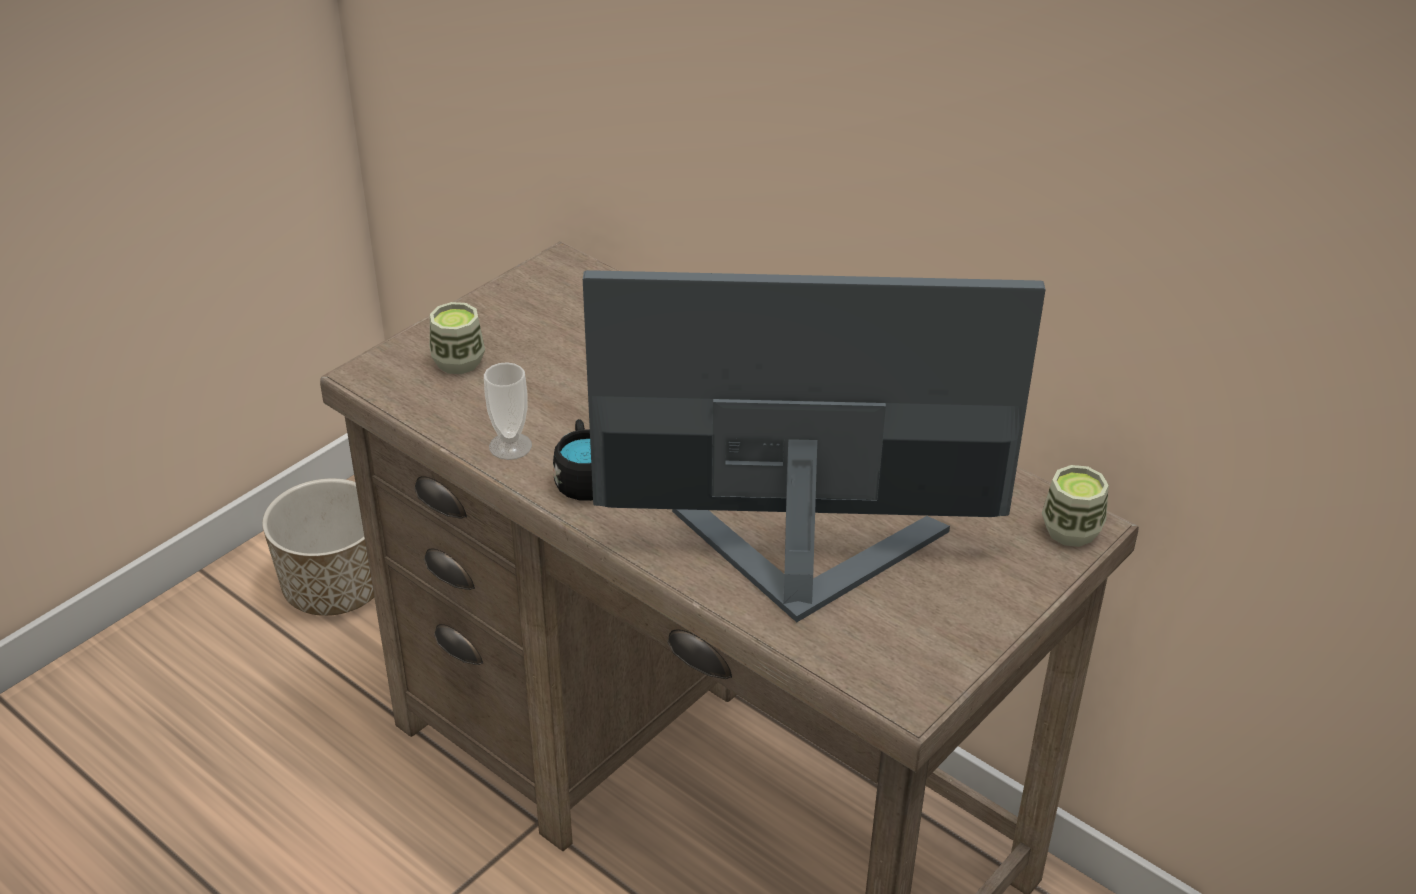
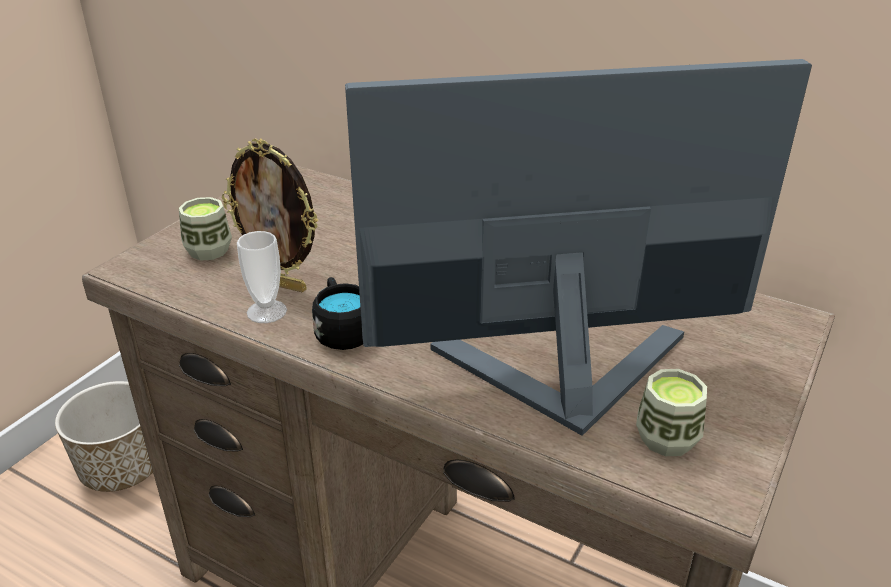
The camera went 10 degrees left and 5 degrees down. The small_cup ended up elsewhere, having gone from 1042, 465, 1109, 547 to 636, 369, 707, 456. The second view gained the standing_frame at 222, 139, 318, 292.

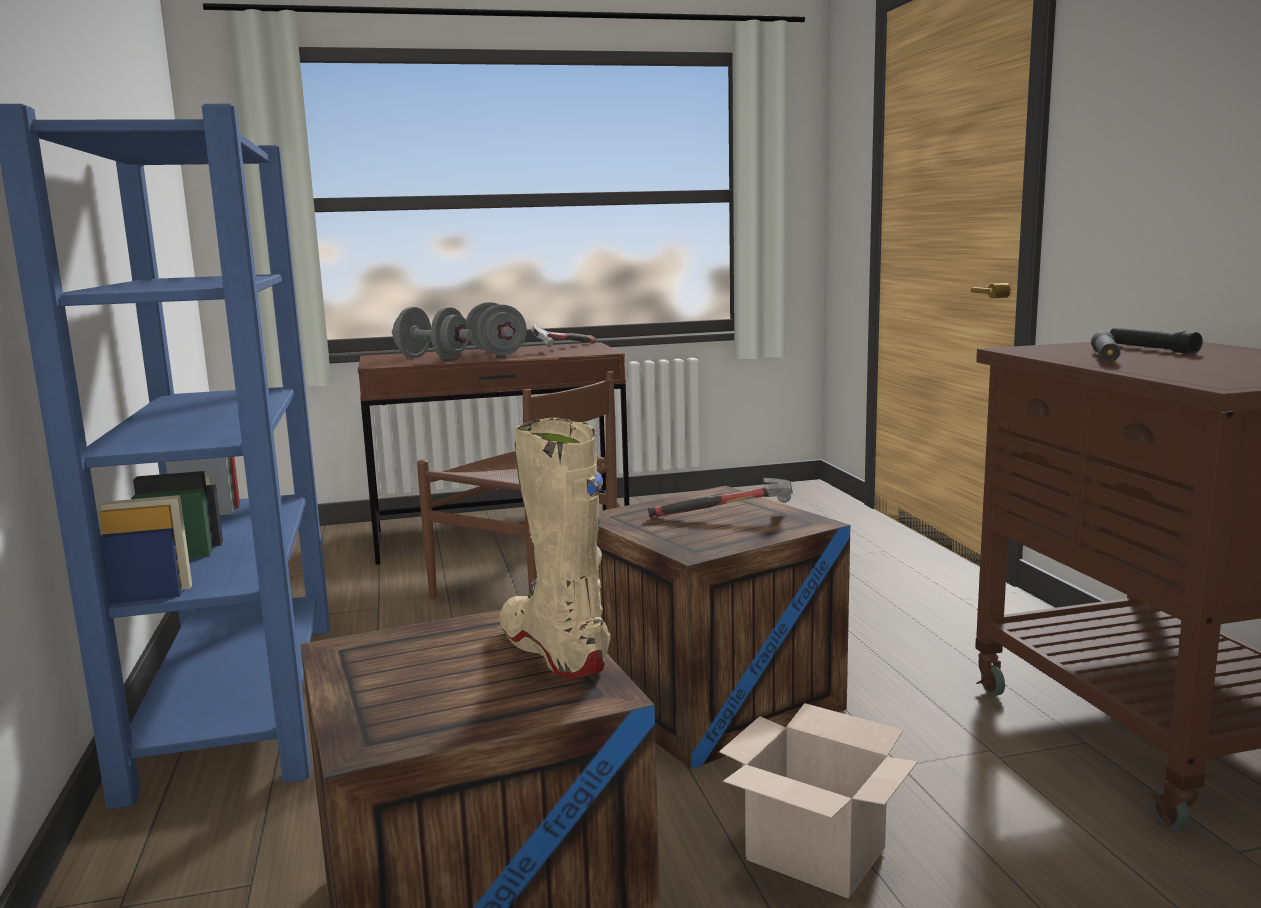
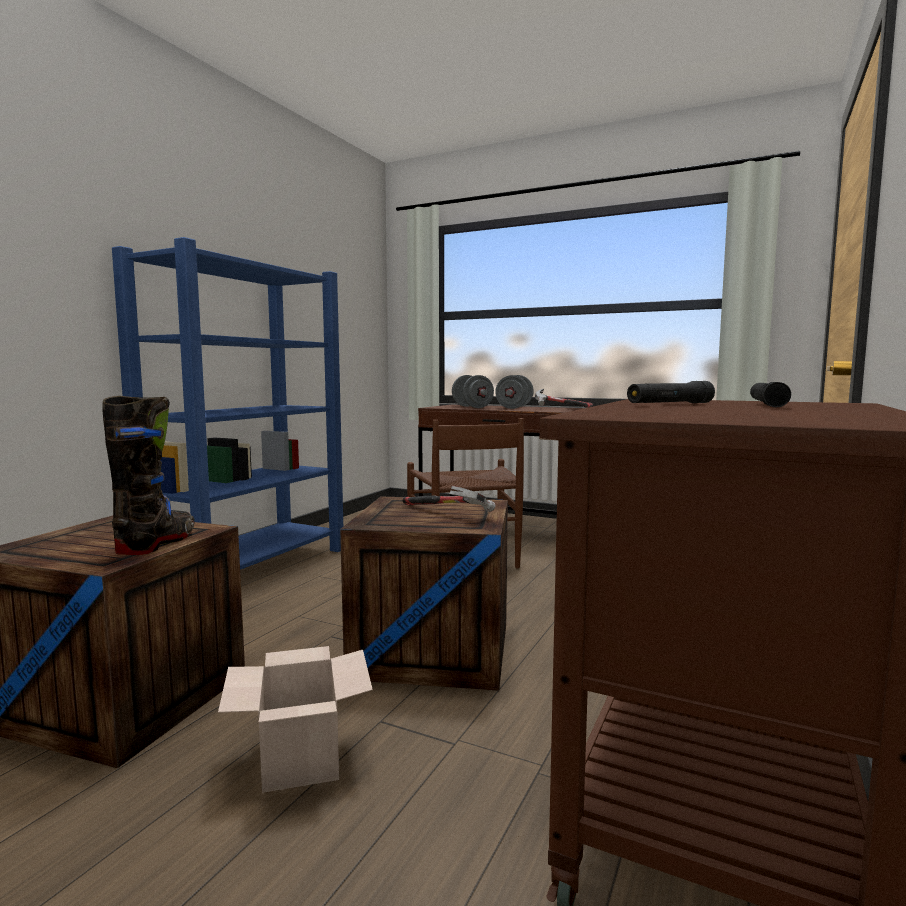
The camera went 40 degrees right and 5 degrees down. What was the beige-coloured_high-top_boot at 500, 418, 610, 678 turned into the black_high-top_boot at 103, 396, 194, 555.

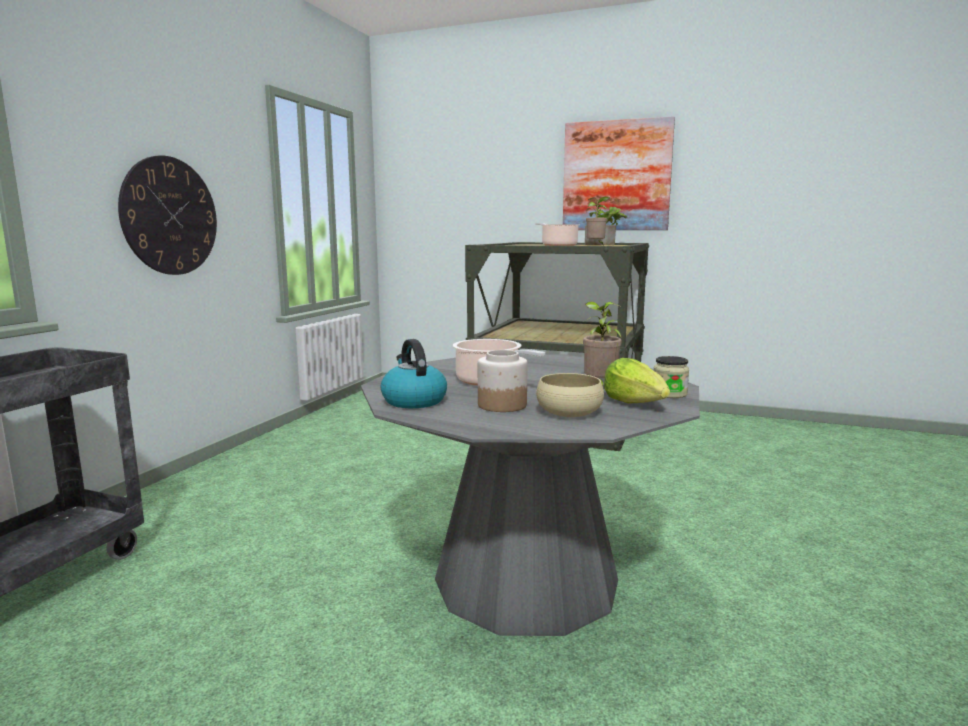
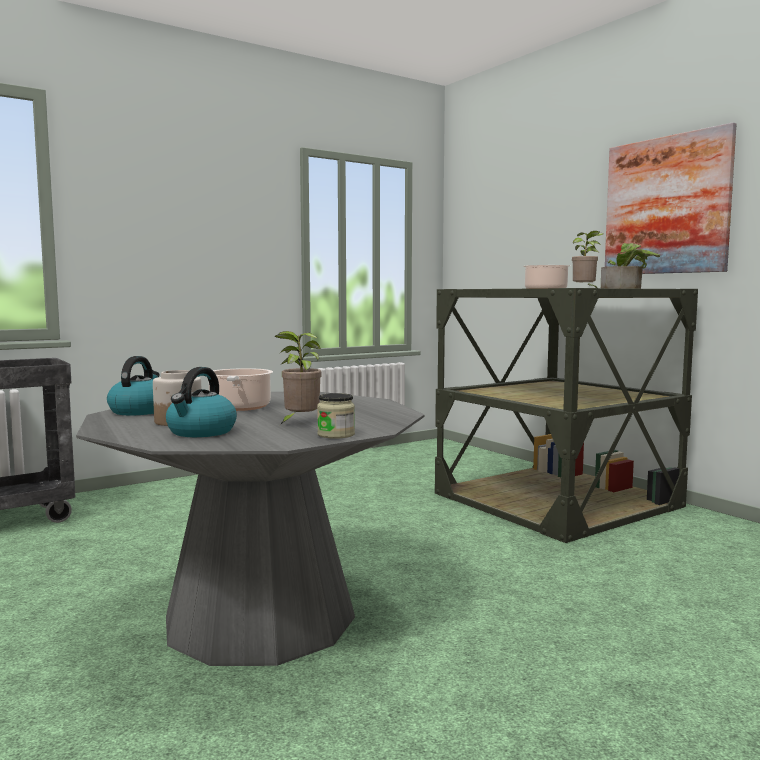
The camera went 35 degrees right and 5 degrees down. The second view lost the hanging_clock at 118, 156, 217, 275. The second view lost the lettuce_head at 604, 358, 670, 403. Where the beige-coloured_deep_dish stood at 536, 373, 604, 417, the water_kettle came to stand at 166, 367, 237, 437.

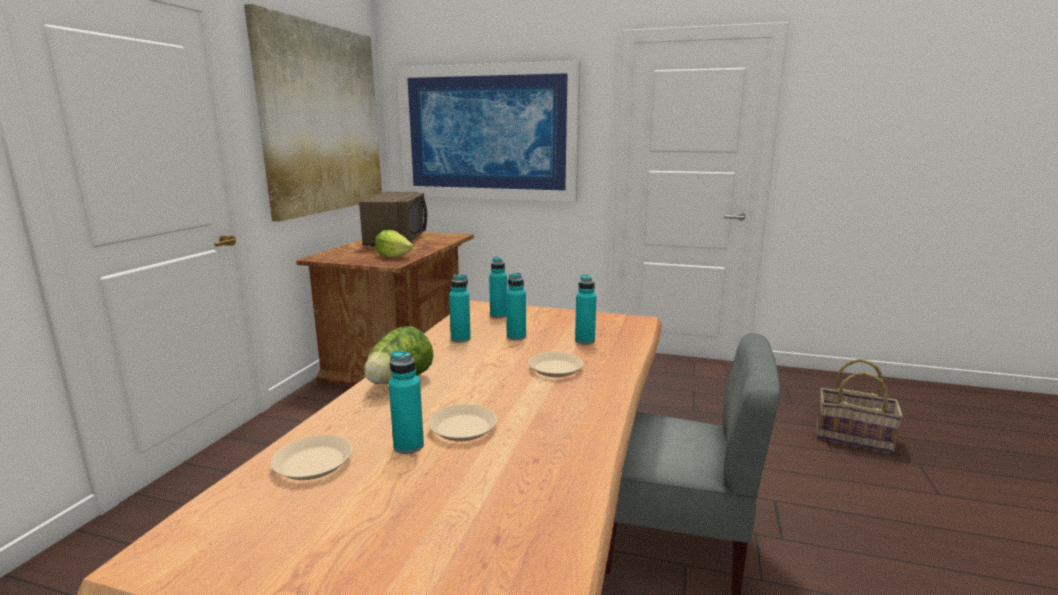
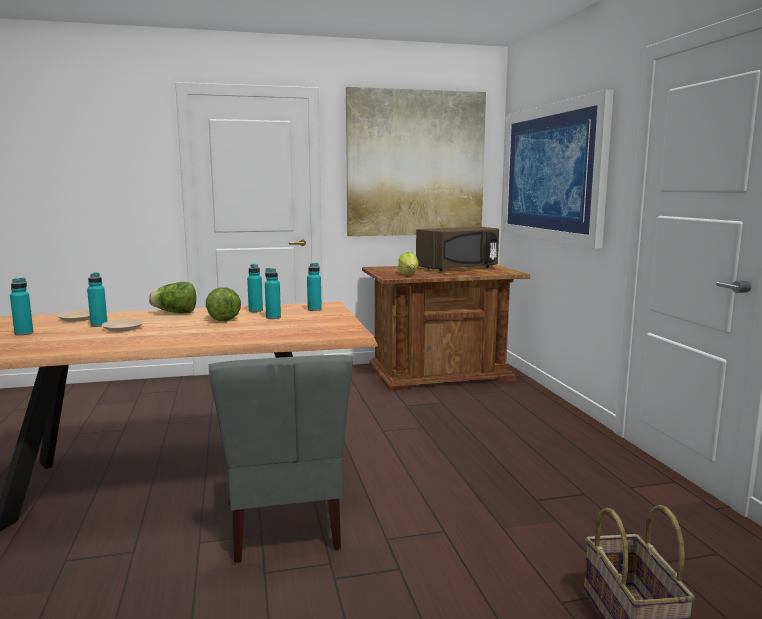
The camera went 60 degrees right and 5 degrees down. The blue-green_bottle ended up elsewhere, having gone from 575, 274, 597, 344 to 10, 278, 33, 335. The second view lost the beige-coloured_dinner_plate at 529, 352, 583, 377. The second view gained the lettuce_head at 206, 287, 241, 322.

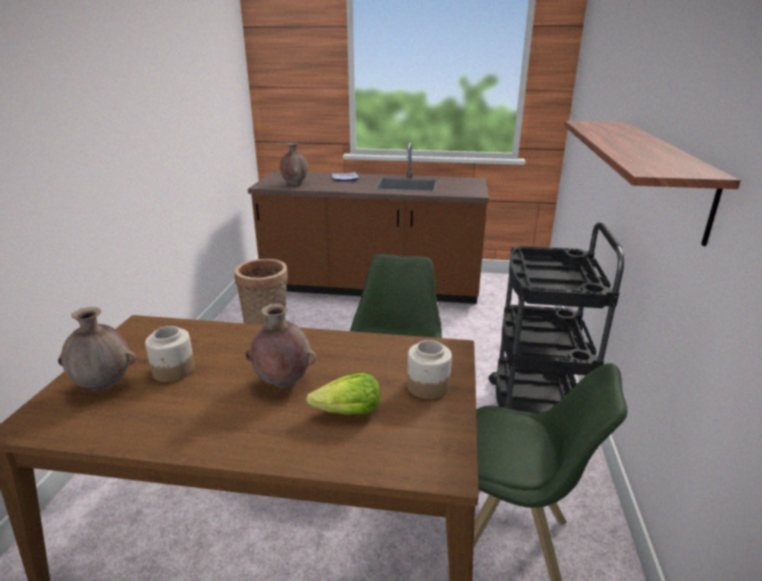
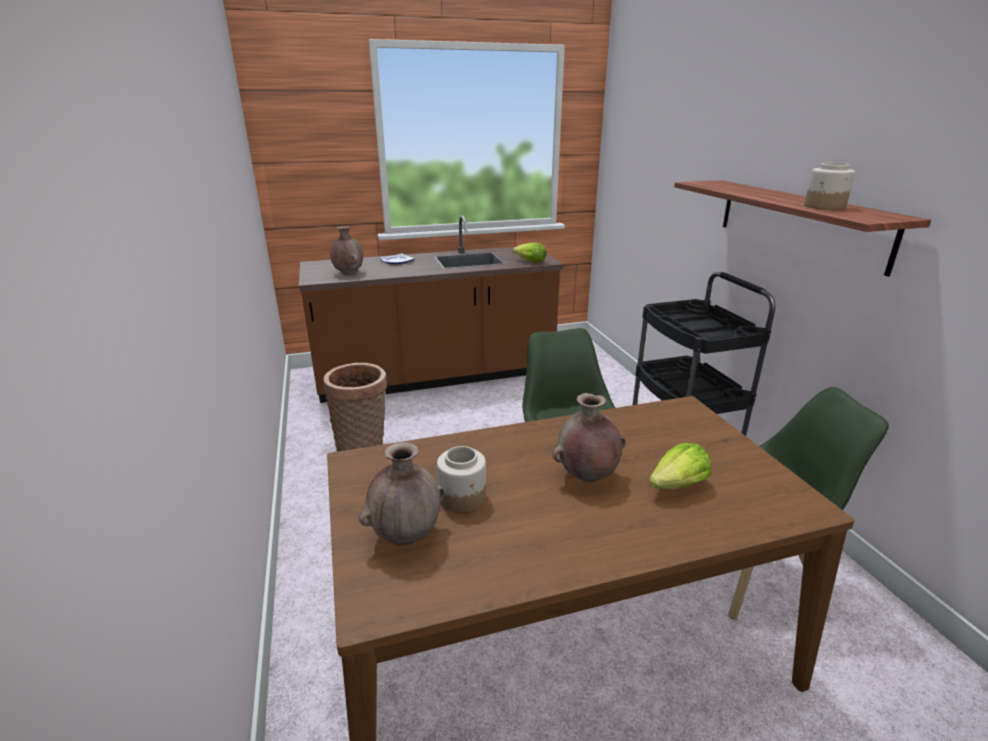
The camera went 25 degrees left and 0 degrees up. The preserve_jar ended up elsewhere, having gone from 407, 340, 452, 399 to 804, 163, 855, 210. The second view gained the lettuce_head at 513, 243, 546, 263.

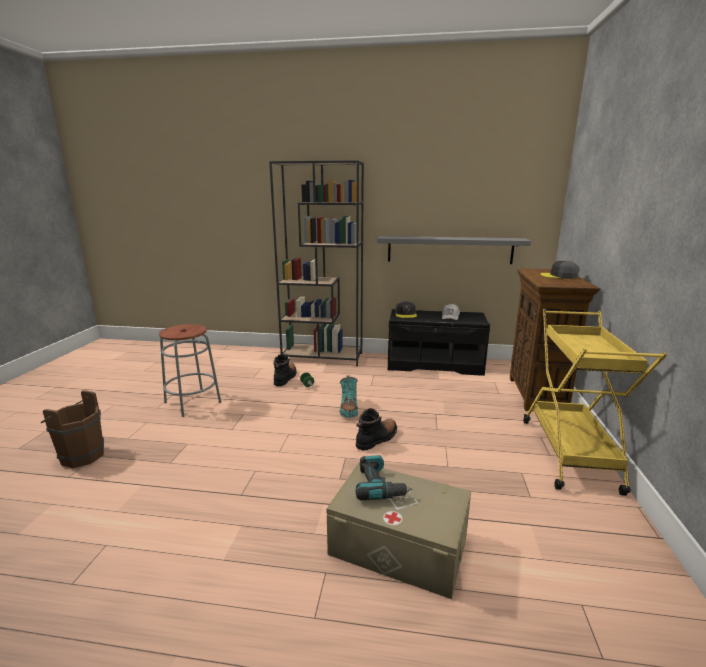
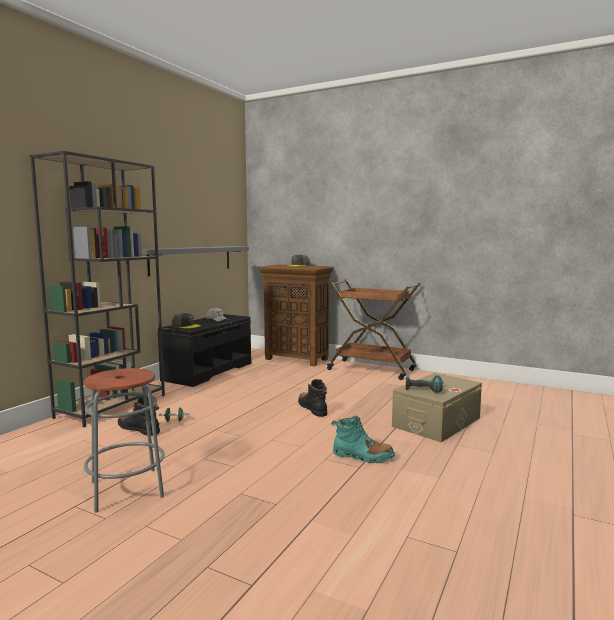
The camera went 70 degrees left and 10 degrees down. What was the yellow-coloured_trolley at 523, 308, 667, 496 turned into the brown_trolley at 326, 279, 421, 380. The blue-green_high-top_boot ended up elsewhere, having gone from 340, 375, 358, 418 to 331, 415, 395, 463. The second view lost the brown_bucket at 40, 390, 104, 468.

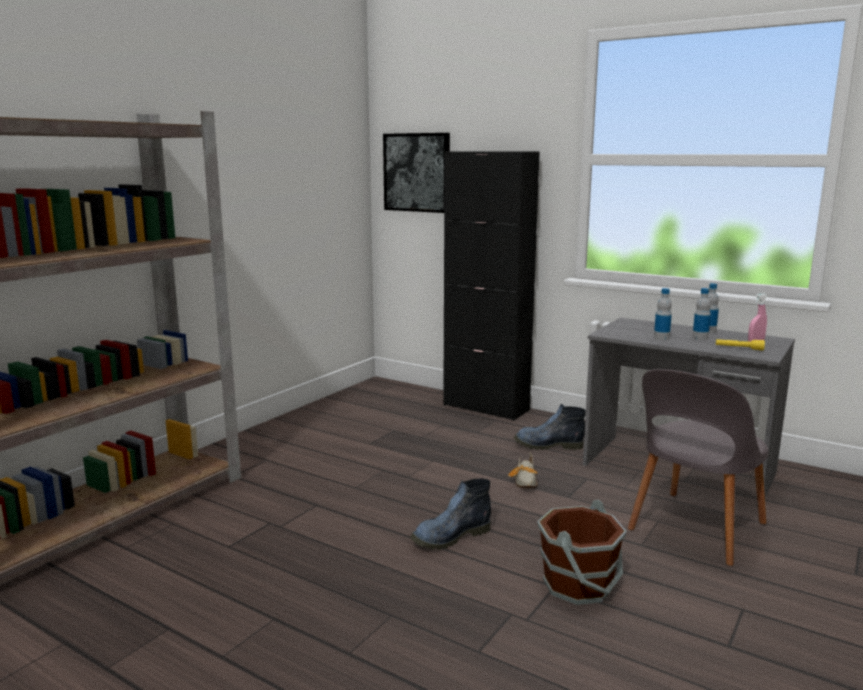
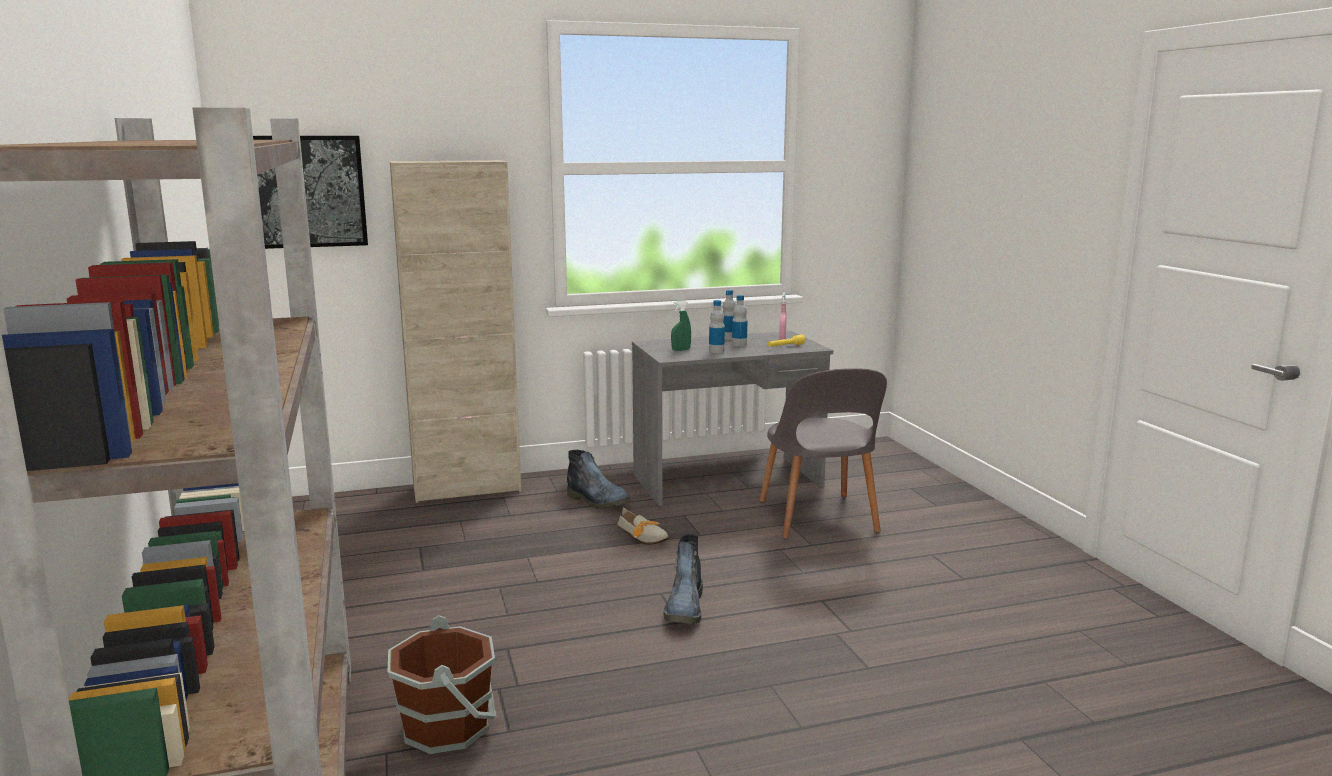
The camera went 50 degrees left and 0 degrees up. What was the black_storage_cabinet at 443, 151, 540, 421 turned into the beige-coloured_storage_cabinet at 390, 160, 521, 503. The high-top_boot at 514, 404, 586, 450 ended up facing another way, 90 degrees counterclockwise from before. The brown_bucket ended up elsewhere, having gone from 537, 499, 627, 605 to 387, 615, 497, 754. The second view gained the greenish_hand_sprayer at 671, 301, 691, 351.

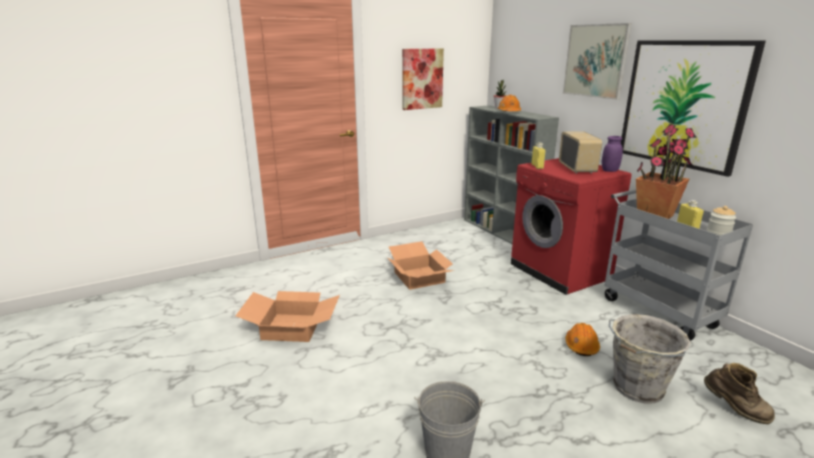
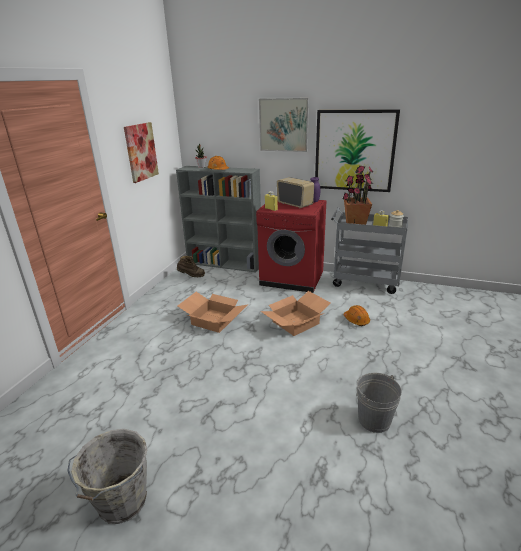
The camera went 40 degrees left and 5 degrees up. The cardboard_box ended up elsewhere, having gone from 236, 291, 340, 342 to 260, 291, 331, 336. The greyish_bucket ended up elsewhere, having gone from 609, 314, 691, 404 to 68, 429, 147, 524. The brown_high-top_boot ended up elsewhere, having gone from 704, 363, 775, 424 to 177, 256, 205, 277.

